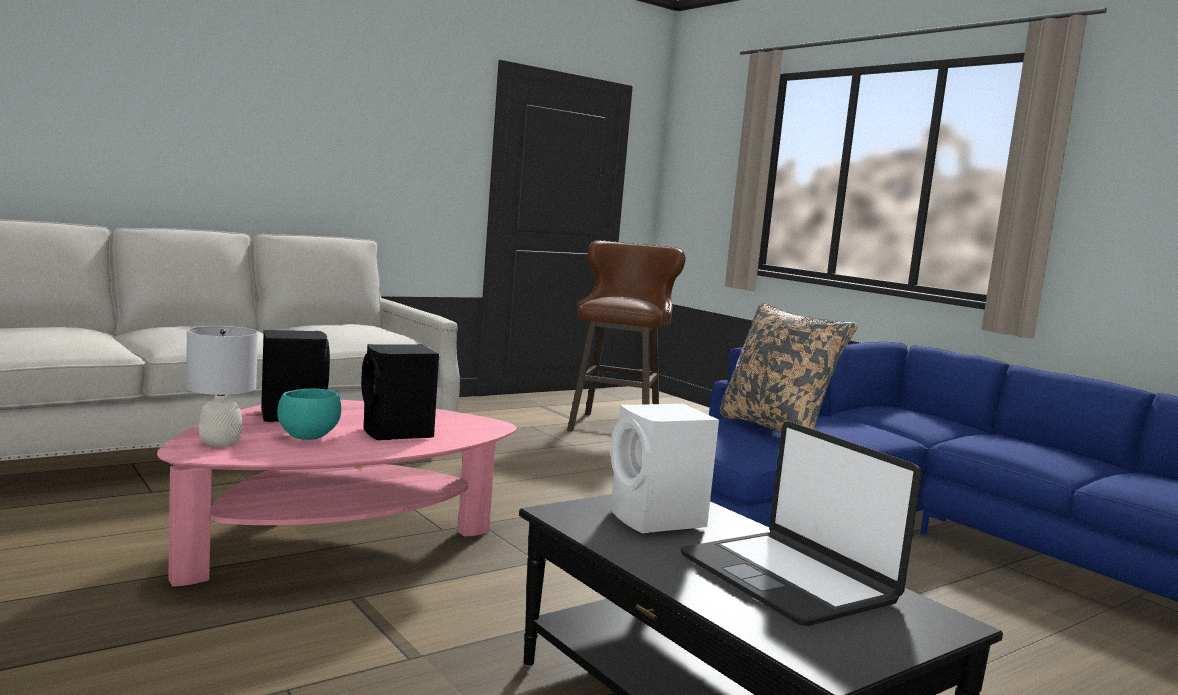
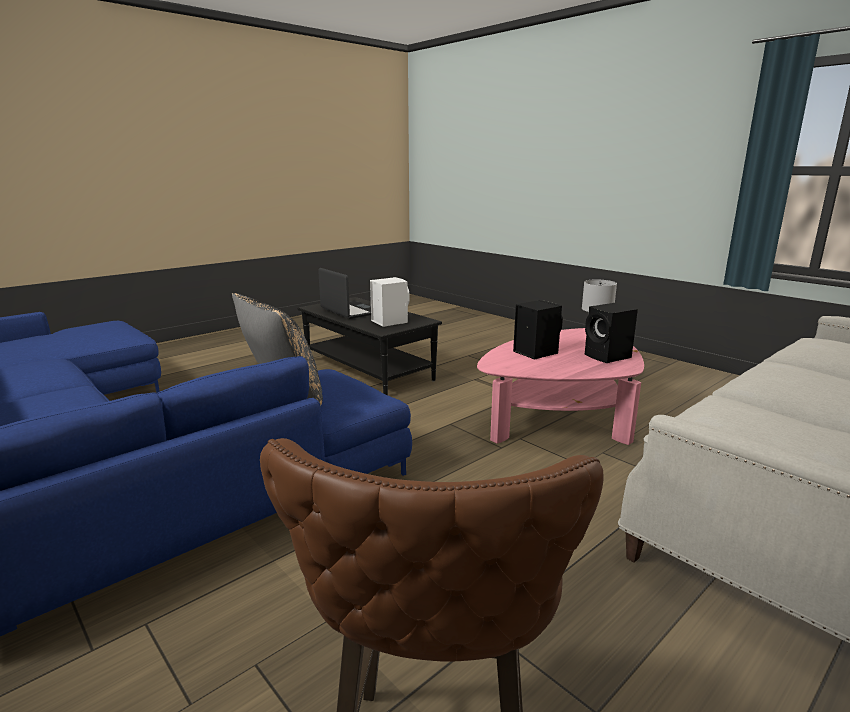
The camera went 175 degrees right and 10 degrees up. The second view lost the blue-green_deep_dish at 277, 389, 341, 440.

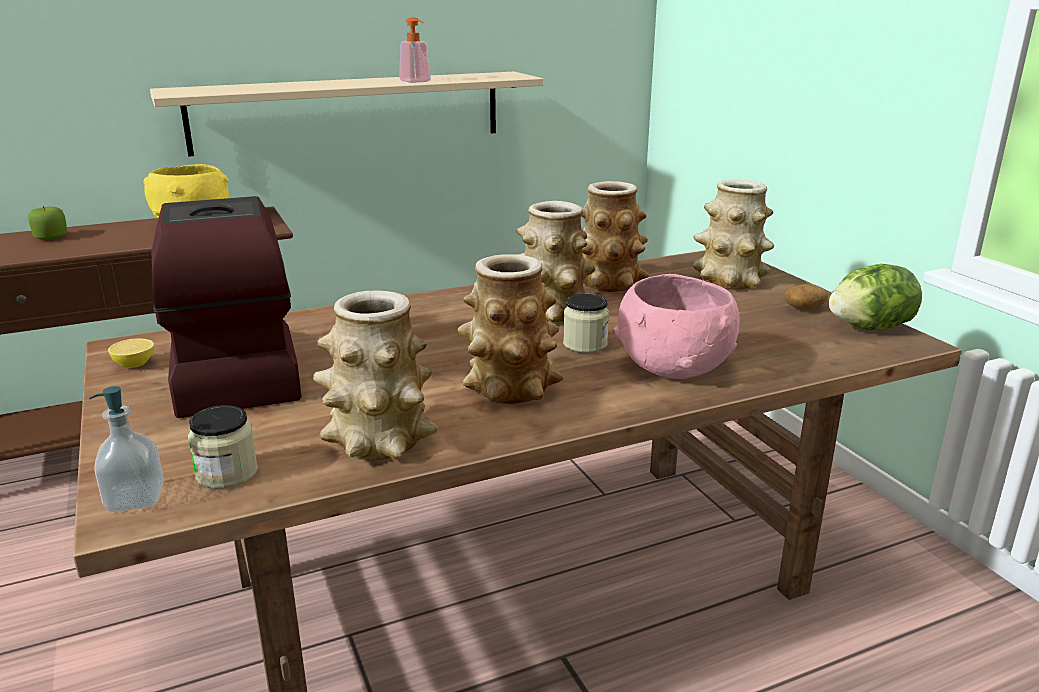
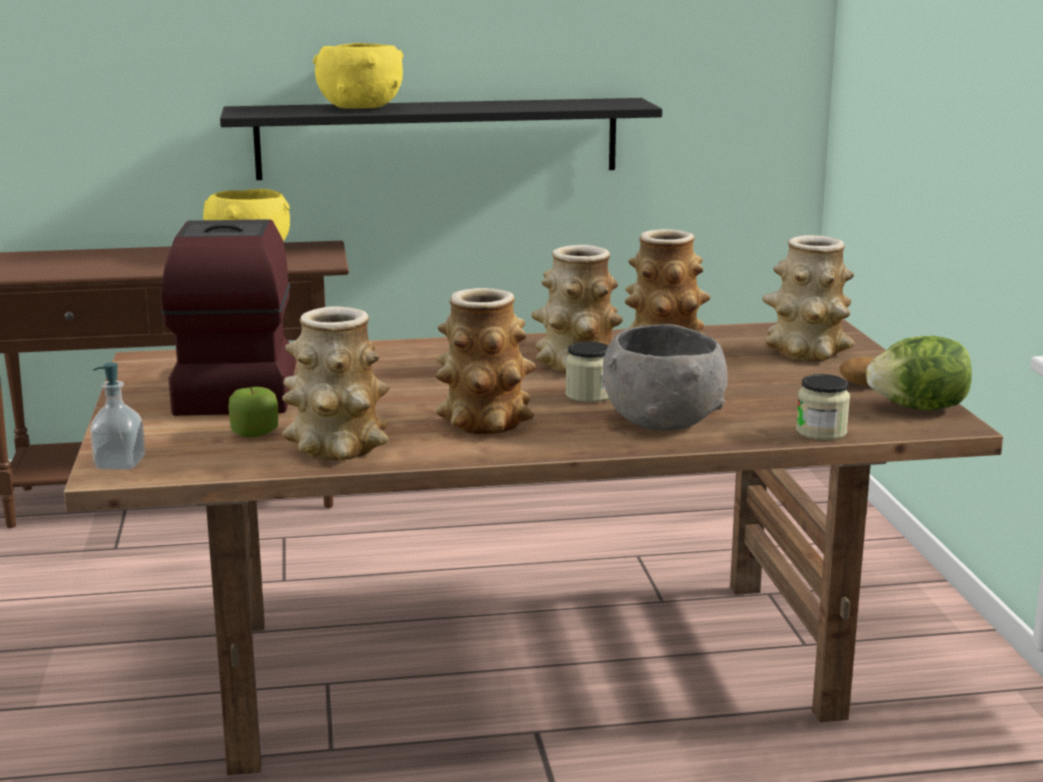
The camera went 15 degrees right and 5 degrees down. The second view lost the soap_bottle at 399, 17, 431, 83. What was the beige-coloured_wall_shelf at 150, 72, 543, 157 turned into the black_wall_shelf at 220, 98, 662, 180. The whole_apple ended up elsewhere, having gone from 28, 206, 67, 240 to 229, 387, 278, 437. What was the pink_deep_dish at 614, 274, 740, 379 turned into the greyish_deep_dish at 602, 324, 728, 431. The second view lost the citrus_fruit at 108, 338, 154, 368. The preserve_jar ended up elsewhere, having gone from 188, 405, 258, 489 to 796, 374, 850, 440. The second view gained the yellow-coloured_deep_dish at 313, 43, 404, 109.

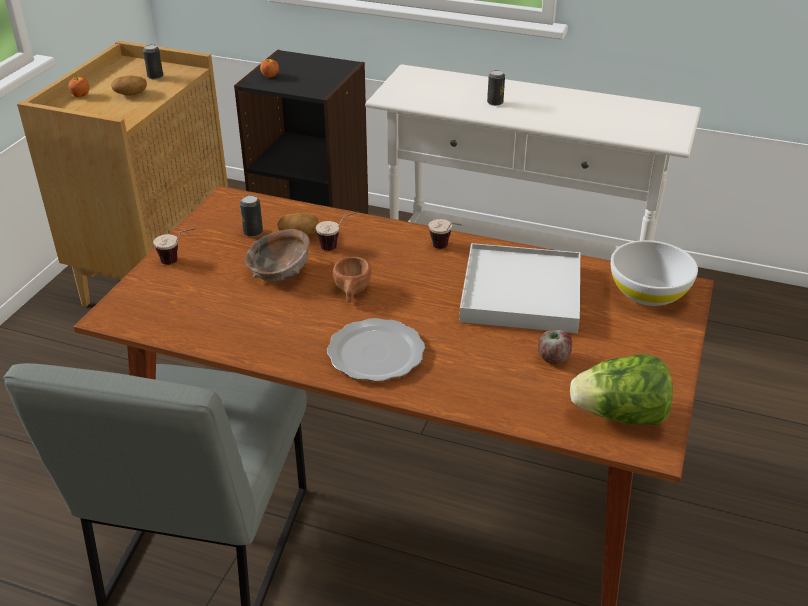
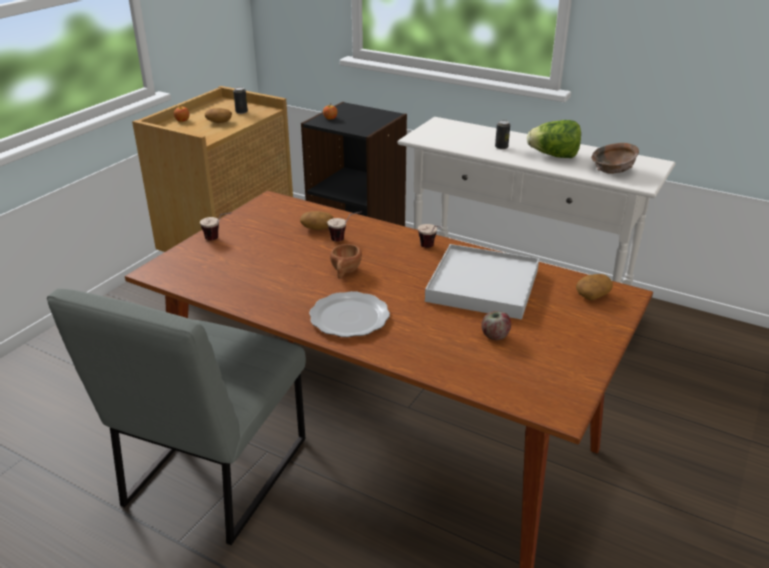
The camera went 10 degrees right and 5 degrees down. The second view lost the sealed_can at 240, 195, 263, 237. The brown_deep_dish ended up elsewhere, having gone from 245, 229, 310, 282 to 592, 143, 639, 174. Where the whitish_deep_dish stood at 611, 240, 698, 306, the potato came to stand at 576, 274, 613, 300. The lettuce_head ended up elsewhere, having gone from 570, 354, 673, 425 to 527, 120, 581, 158.

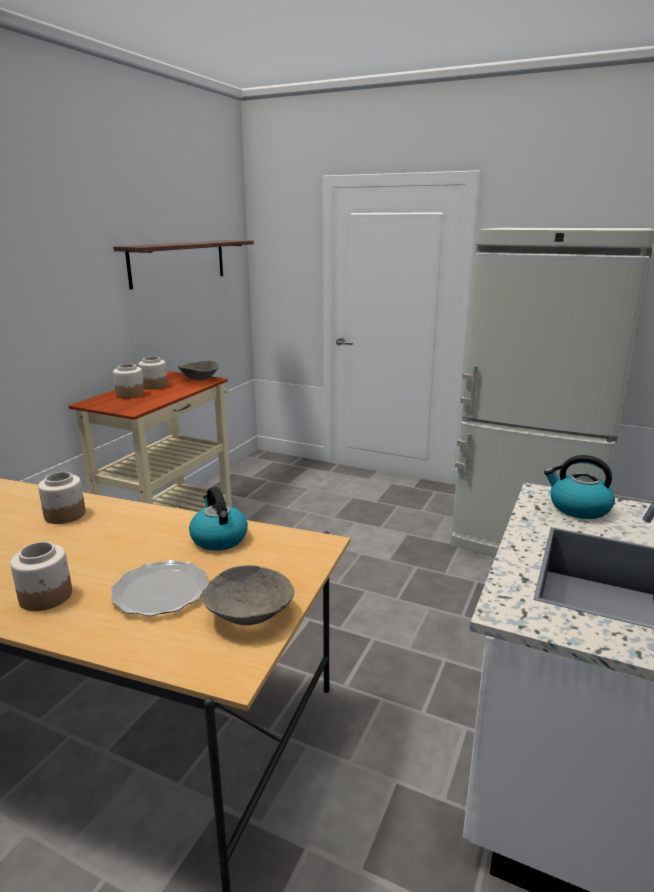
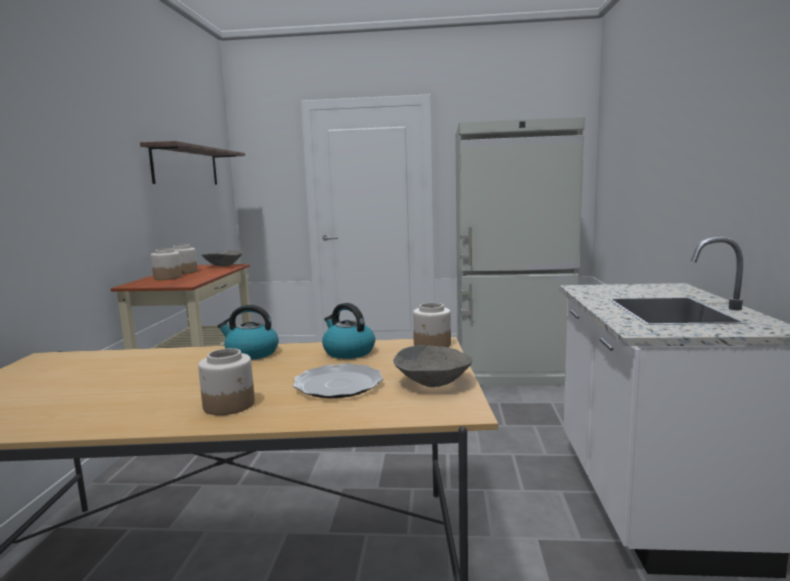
The camera went 20 degrees left and 10 degrees down. The water_kettle ended up elsewhere, having gone from 544, 455, 615, 519 to 217, 305, 279, 360. The preserve_jar ended up elsewhere, having gone from 38, 472, 86, 524 to 413, 303, 451, 347.

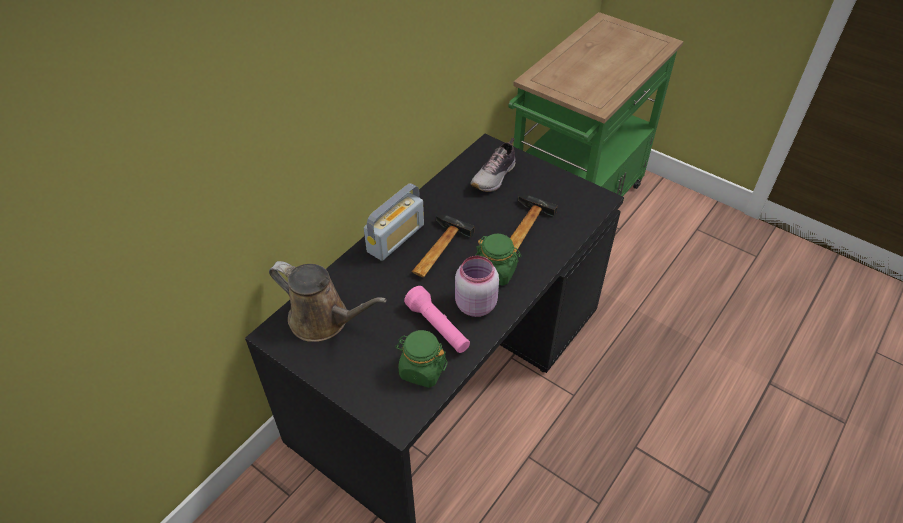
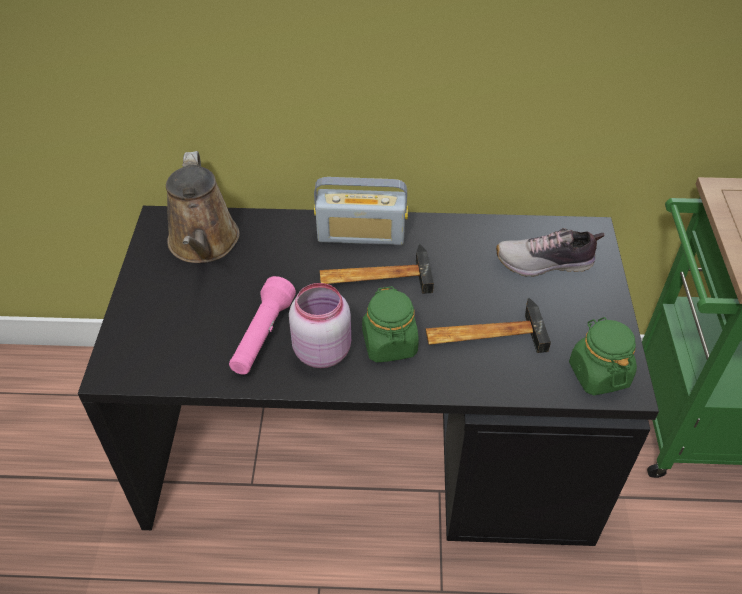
The camera went 55 degrees right and 0 degrees up. The greenish_preserve_jar ended up elsewhere, having gone from 395, 330, 448, 388 to 569, 317, 637, 395.

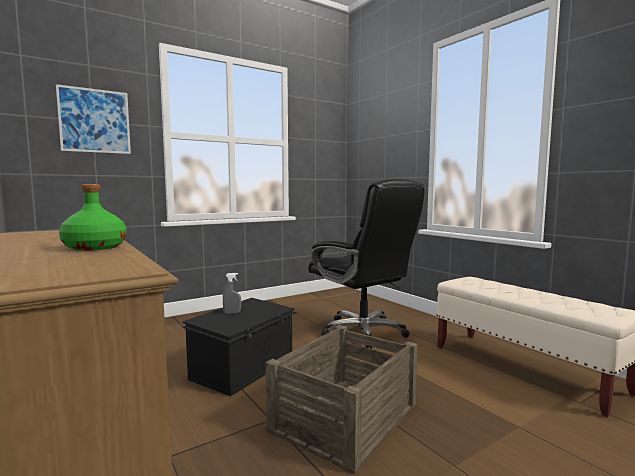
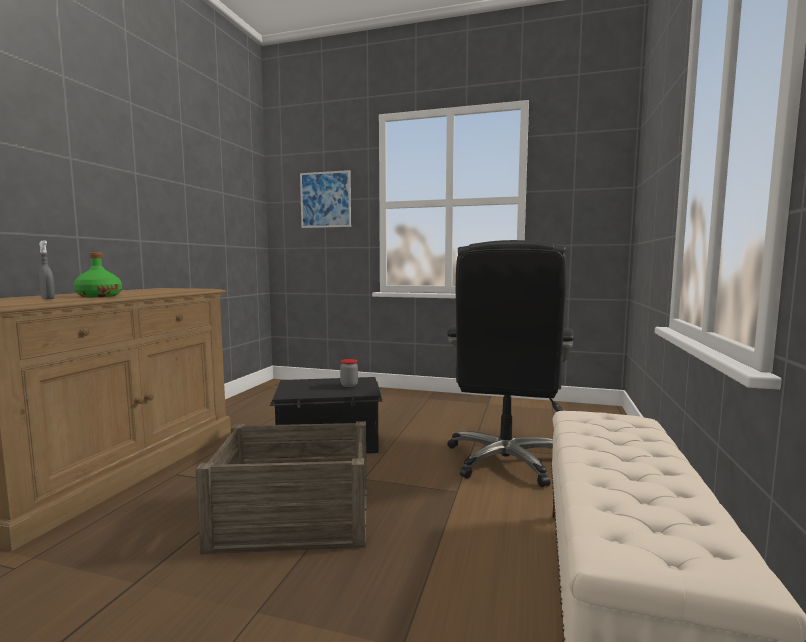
The camera went 50 degrees right and 0 degrees up. The greyish_hand_sprayer ended up elsewhere, having gone from 223, 273, 241, 314 to 39, 240, 55, 299. The second view gained the preserve_jar at 340, 359, 358, 387.

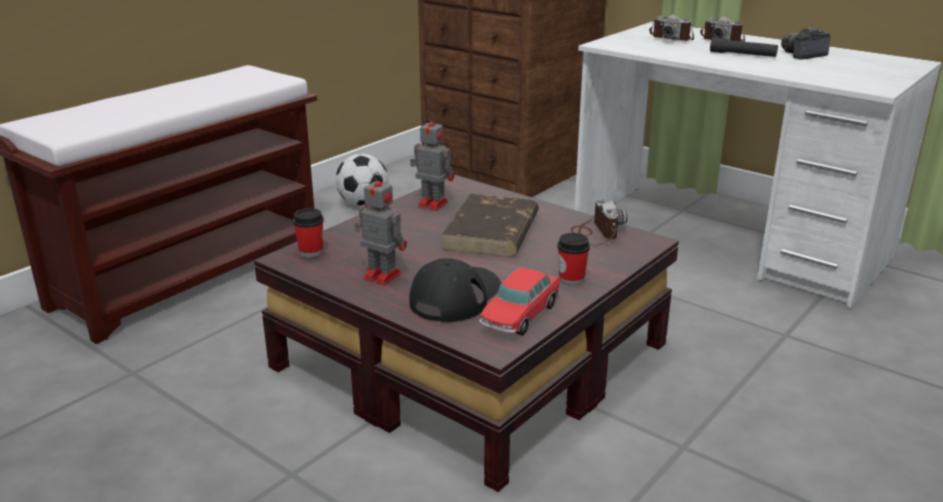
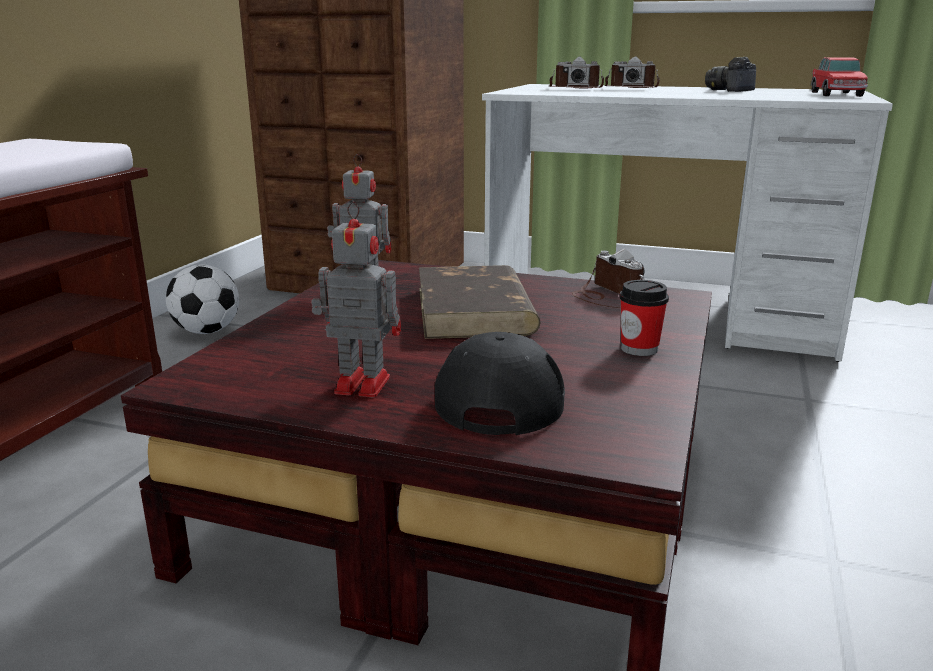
The camera went 20 degrees left and 5 degrees down. The second view lost the black_hand_torch at 710, 37, 778, 57. The second view lost the small_cup at 293, 208, 324, 257. The miniature_car ended up elsewhere, having gone from 479, 268, 561, 336 to 811, 57, 868, 97.

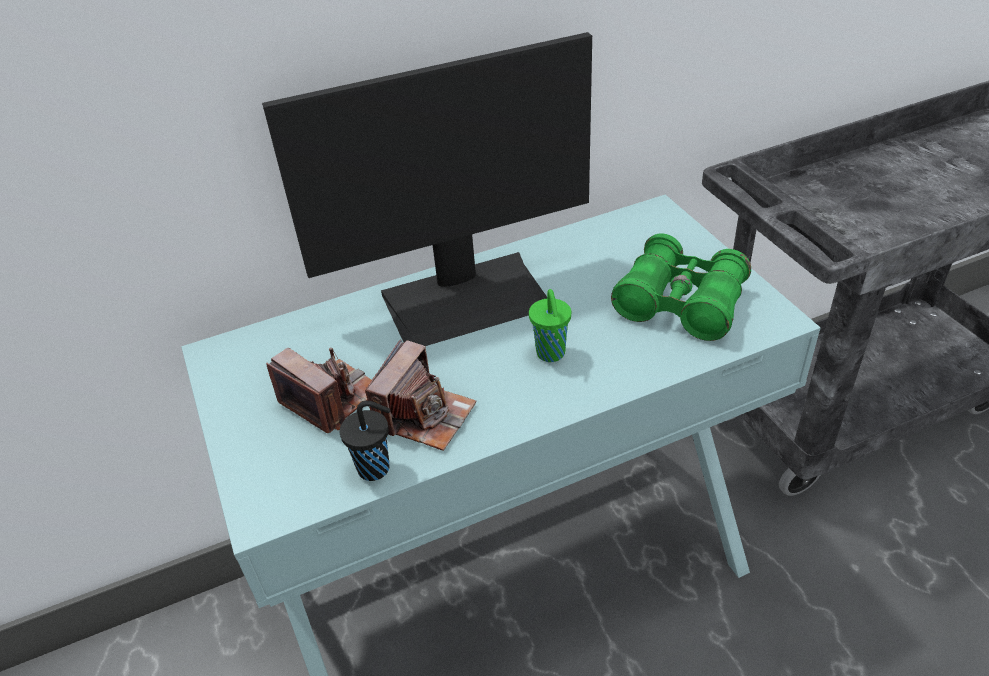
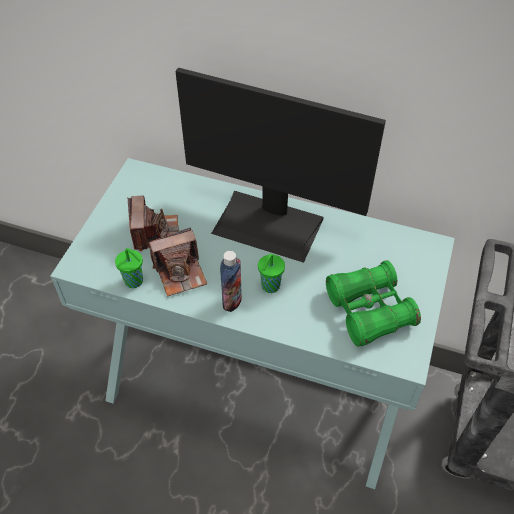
The camera went 40 degrees right and 10 degrees up. What was the black_small_cup at 340, 401, 390, 481 turned into the greenish_small_cup at 115, 248, 143, 288. The second view gained the bottle at 220, 251, 242, 312.

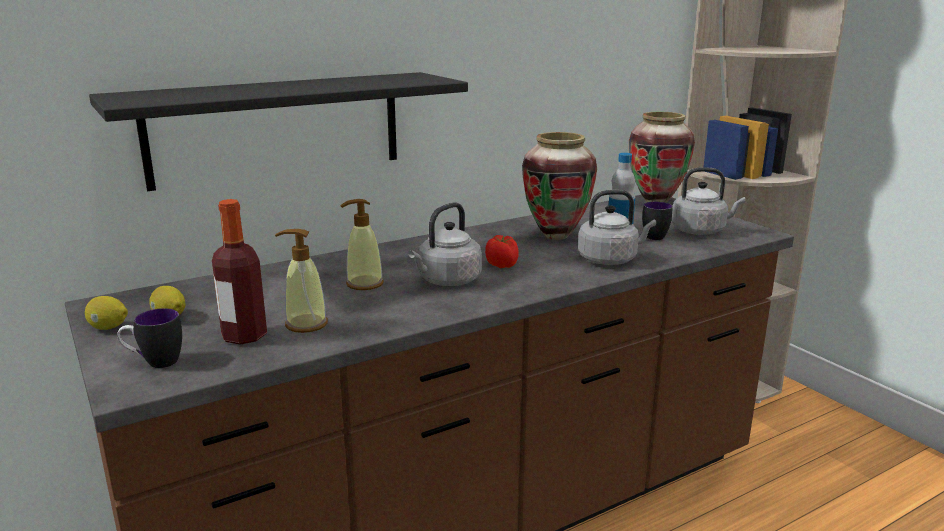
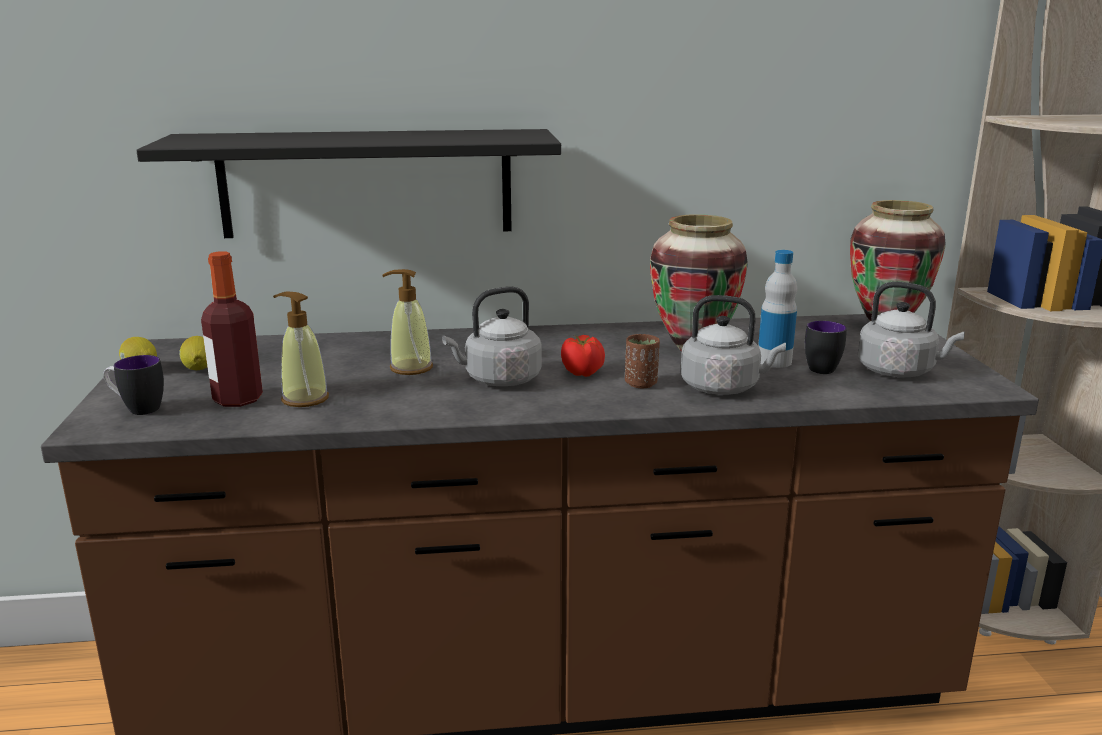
The camera went 25 degrees right and 0 degrees up. The second view gained the brown_small_cup at 625, 334, 660, 388.

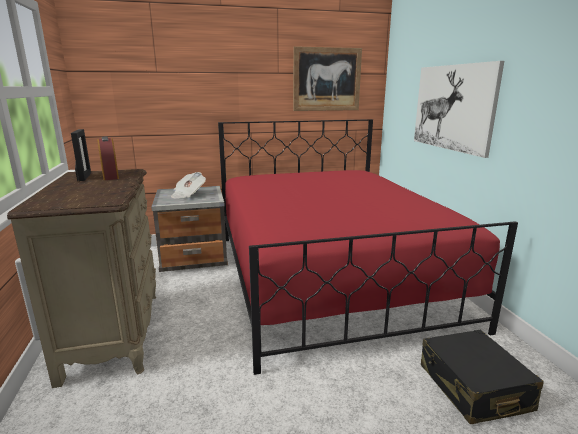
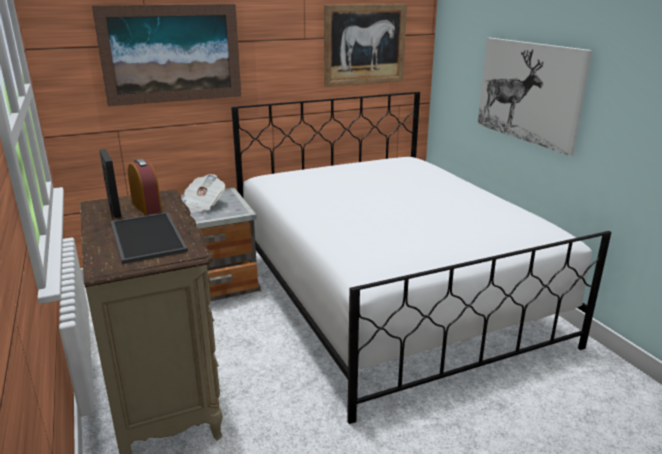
The camera went 10 degrees left and 5 degrees up. What was the red-coloured_sleeping_bed at 218, 119, 518, 375 turned into the whitish_sleeping_bed at 231, 92, 611, 424. The second view lost the black_suitcase at 421, 330, 544, 424. The second view gained the wall_art at 92, 4, 241, 106. The second view gained the tray at 110, 212, 188, 264.

